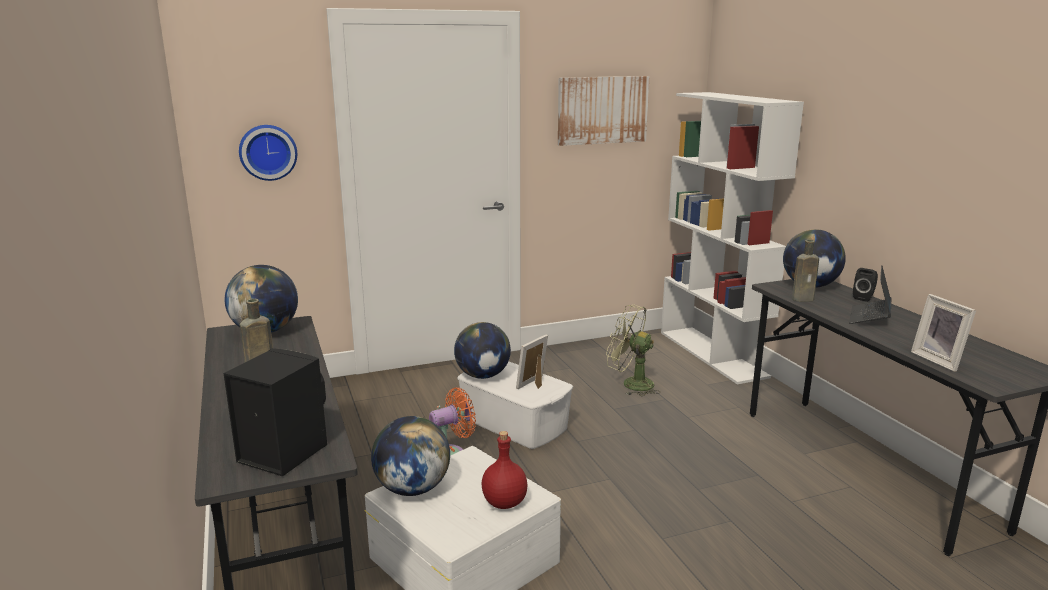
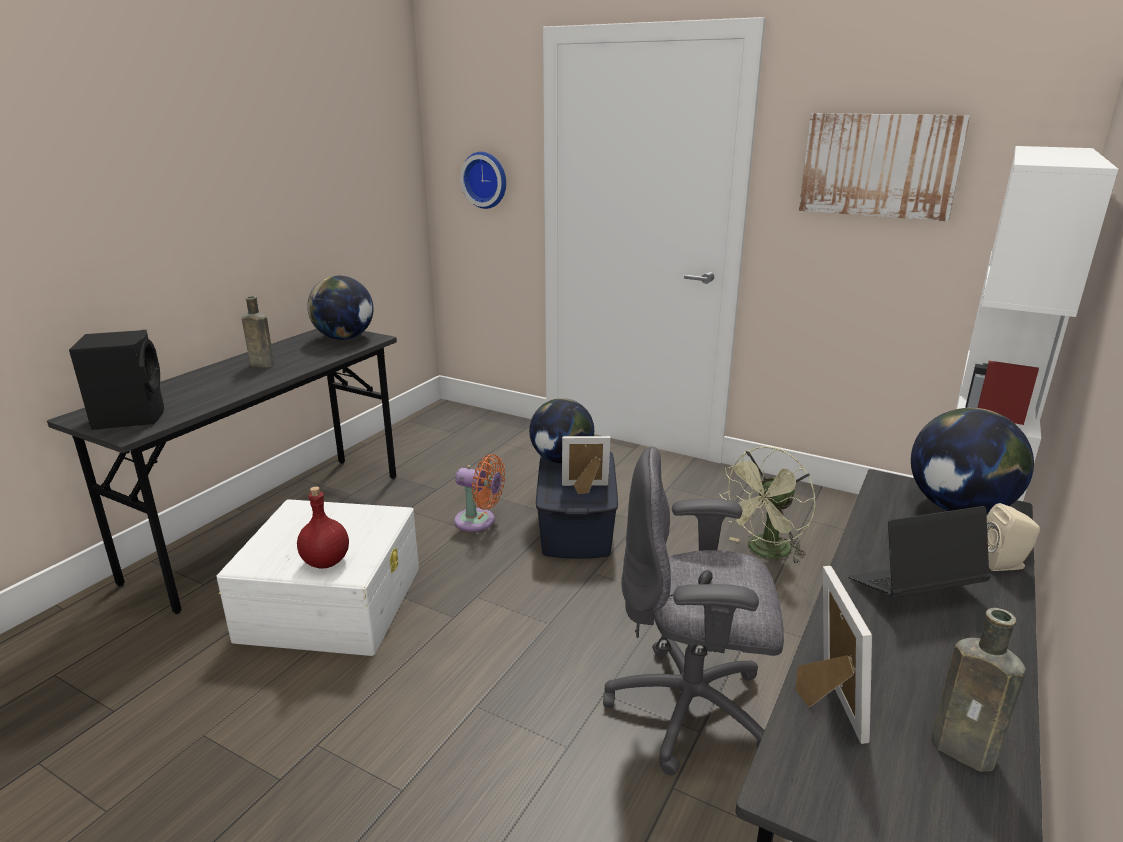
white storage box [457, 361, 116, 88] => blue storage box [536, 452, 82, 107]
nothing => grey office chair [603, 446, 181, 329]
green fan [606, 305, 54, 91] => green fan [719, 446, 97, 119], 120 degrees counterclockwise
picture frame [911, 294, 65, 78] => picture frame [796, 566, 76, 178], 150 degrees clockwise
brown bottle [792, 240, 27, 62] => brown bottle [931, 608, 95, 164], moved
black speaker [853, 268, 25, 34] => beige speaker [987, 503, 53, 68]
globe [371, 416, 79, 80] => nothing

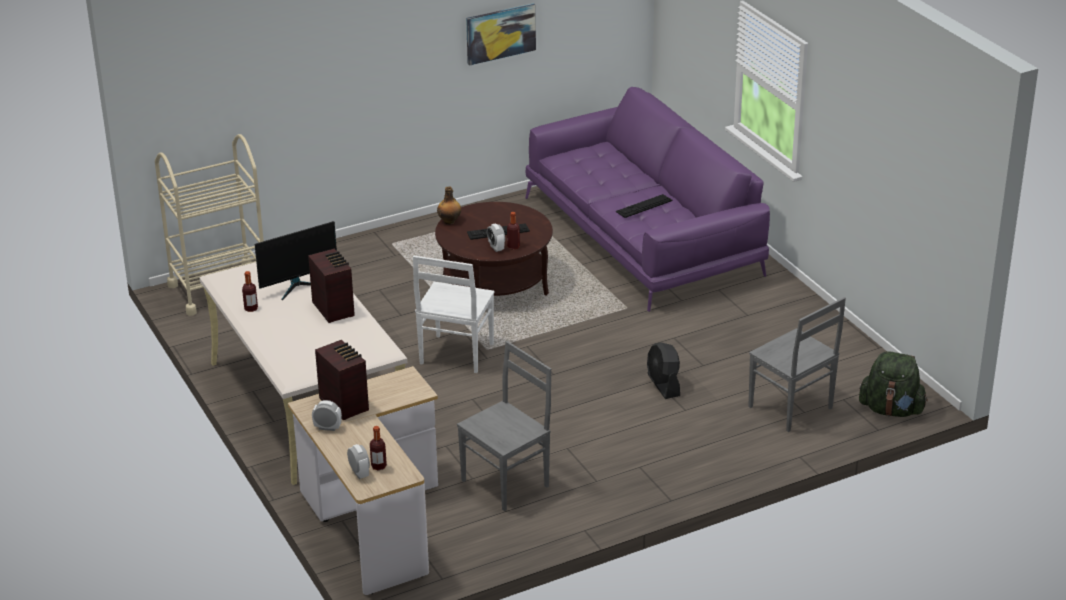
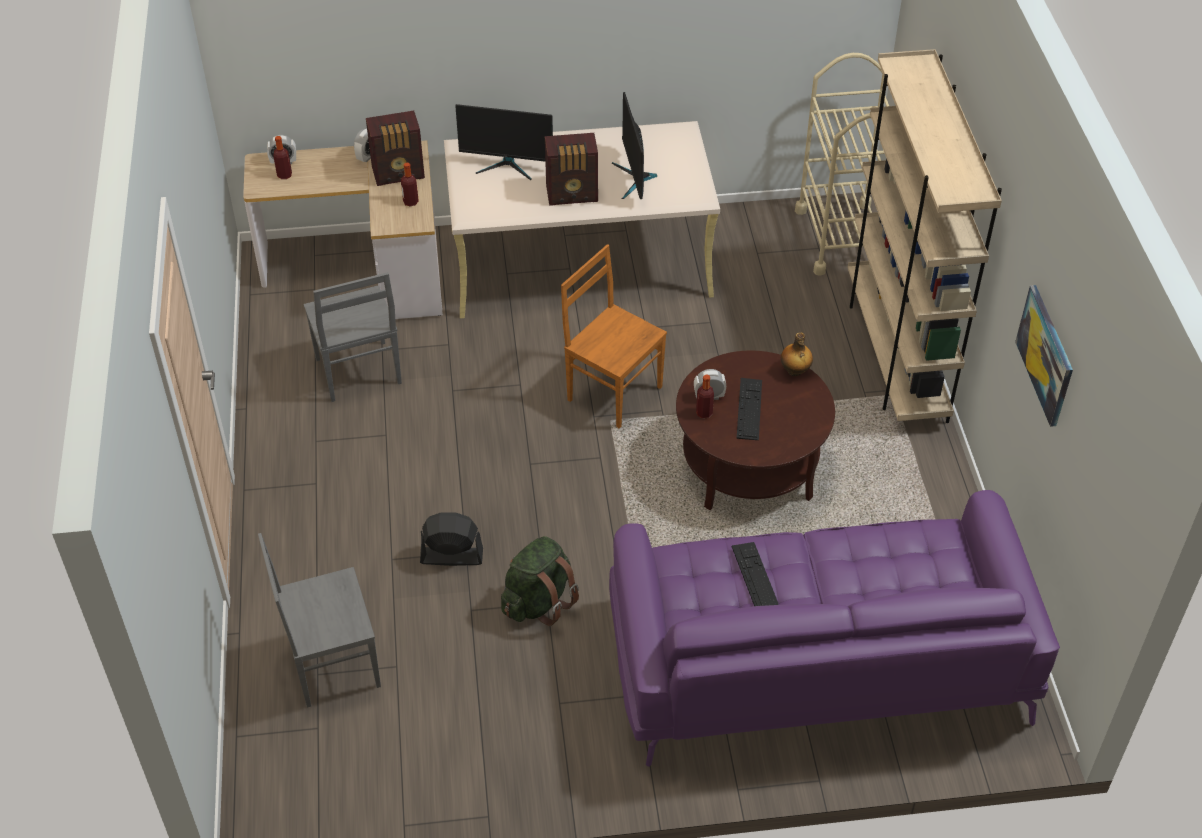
bottle [242, 271, 16, 41] => bottle [401, 163, 18, 44], moved
nothing => monitor [455, 104, 98, 76]
green backpack [859, 351, 69, 66] => green backpack [501, 536, 78, 90], moved
white chair [413, 256, 81, 117] => brown chair [561, 244, 106, 184]
nothing => beige bookcase [847, 49, 155, 374]

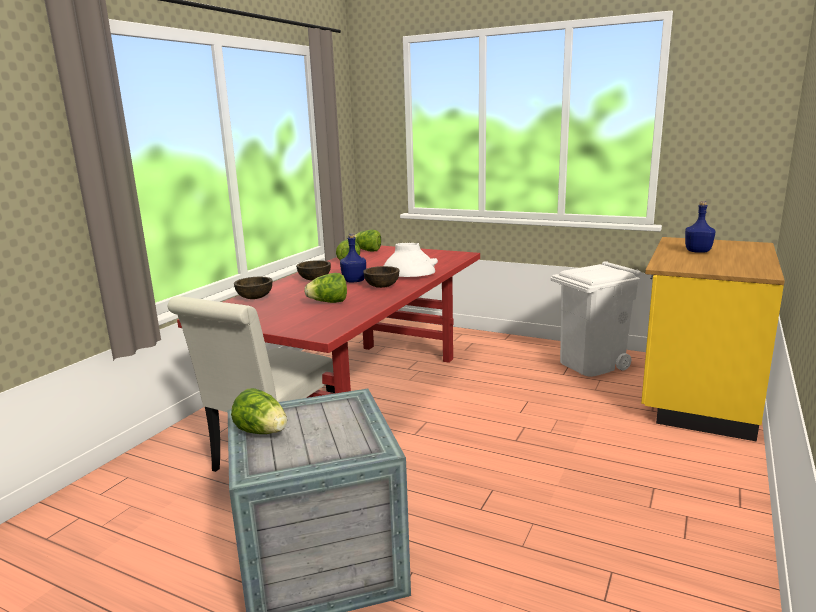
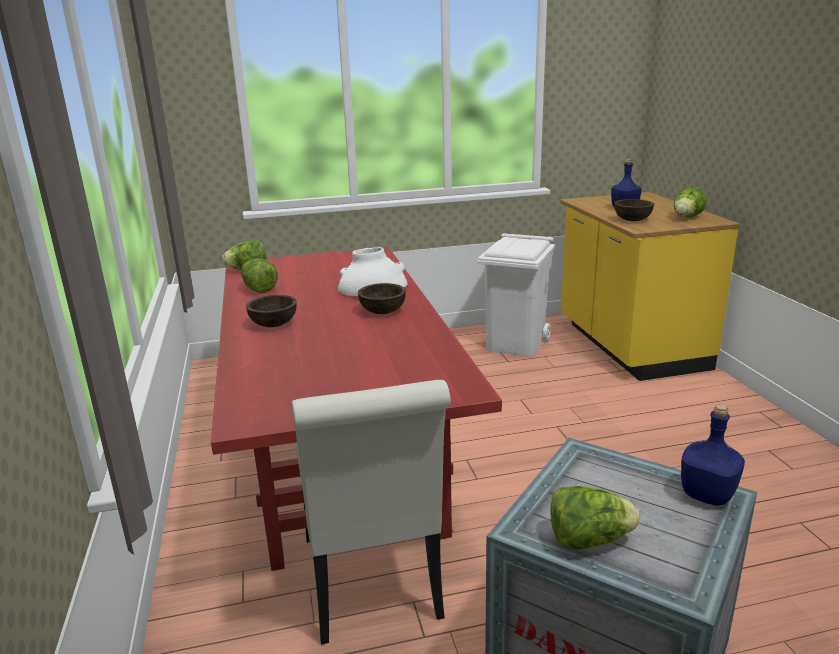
brown bowl [234, 277, 38, 22] => brown bowl [614, 199, 40, 22], moved
lettuce [304, 273, 43, 30] => lettuce [674, 188, 33, 30], moved
blue bottle [340, 233, 26, 49] => blue bottle [681, 405, 64, 101], moved

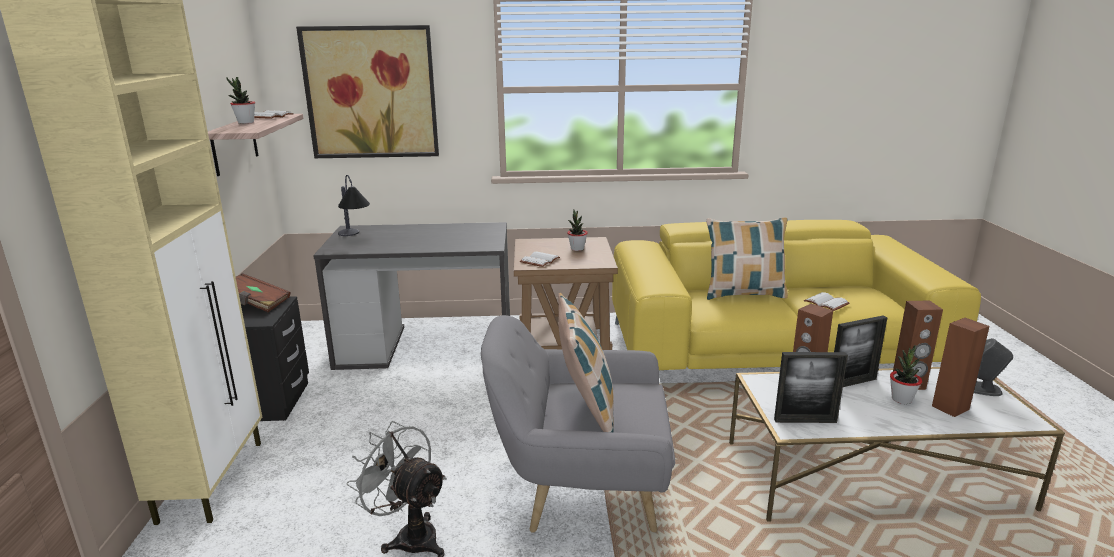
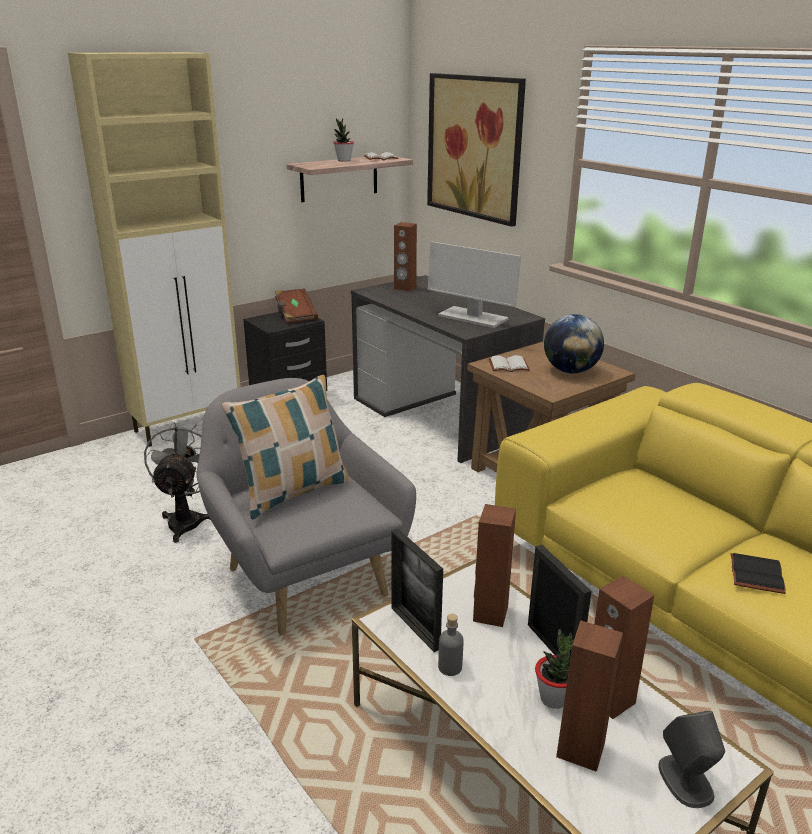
table lamp [338, 175, 32, 61] => brown speaker [394, 222, 23, 69]
nothing => monitor [428, 242, 93, 86]
nothing => grey bottle [438, 614, 26, 62]
picture frame [834, 316, 53, 71] => picture frame [528, 545, 64, 113], 150 degrees counterclockwise
potted plant [567, 210, 21, 41] => globe [544, 314, 60, 60]
white book [804, 292, 46, 19] => black book [730, 553, 56, 41]
pillow [706, 218, 82, 82] => nothing

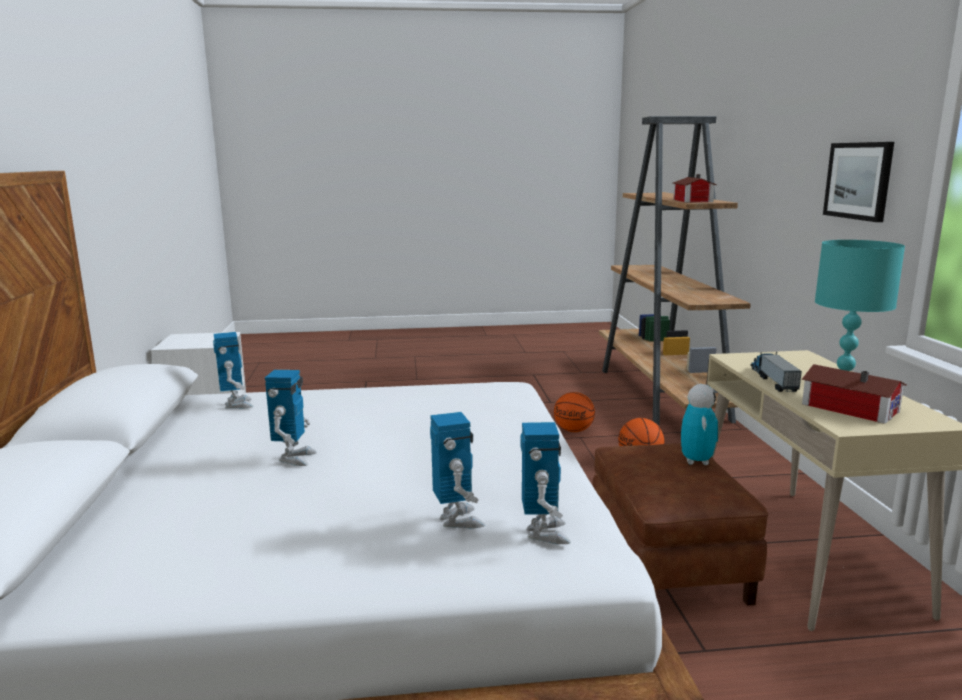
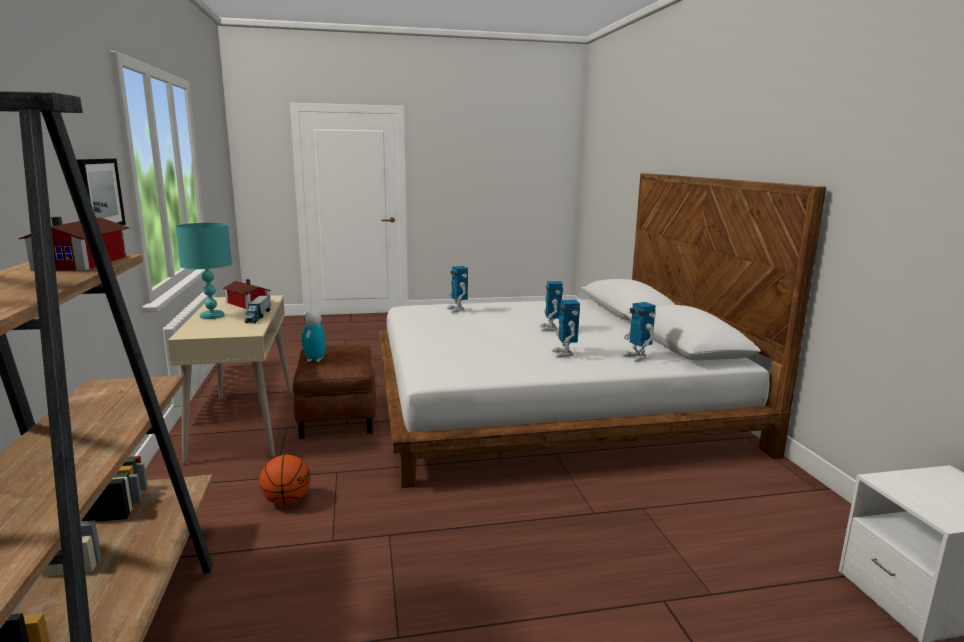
toy robot [520, 422, 51, 122] => toy robot [552, 300, 28, 58], moved
basketball [554, 392, 41, 40] => nothing

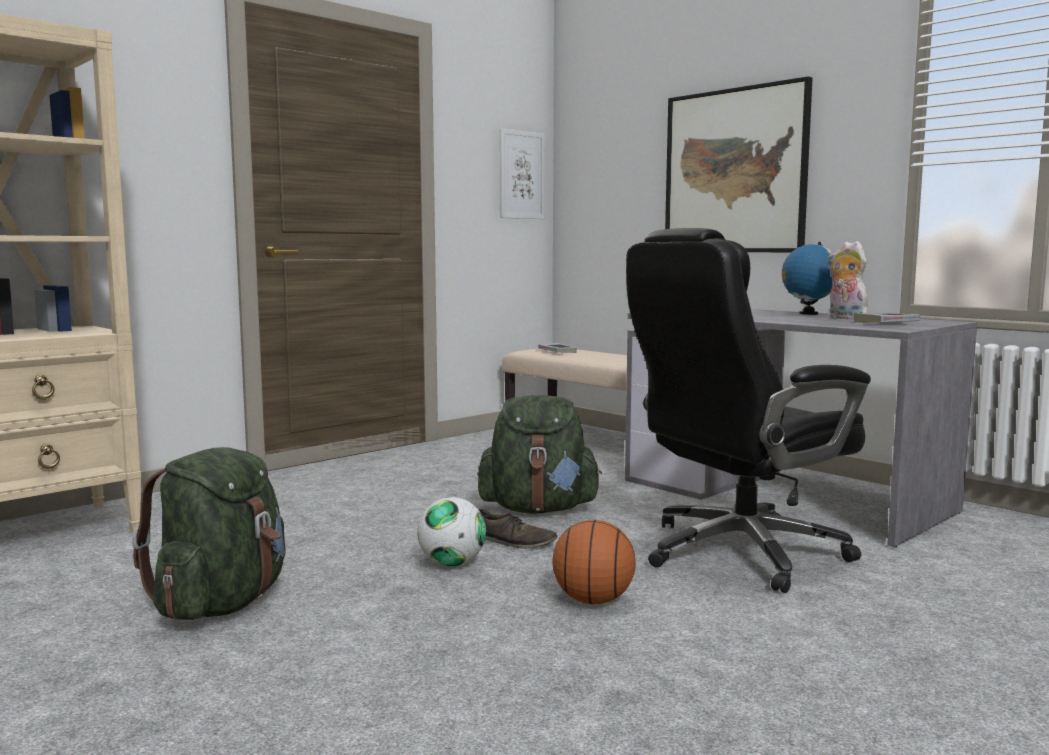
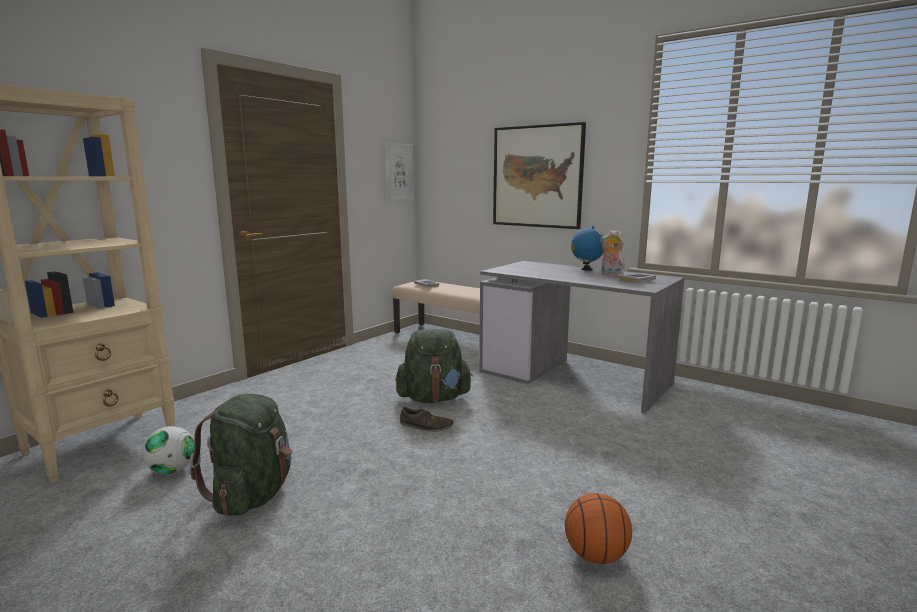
football [418, 497, 68, 70] => football [142, 426, 52, 48], moved
basketball [552, 520, 84, 84] => basketball [565, 493, 67, 71], moved
black office chair [626, 228, 245, 365] => nothing

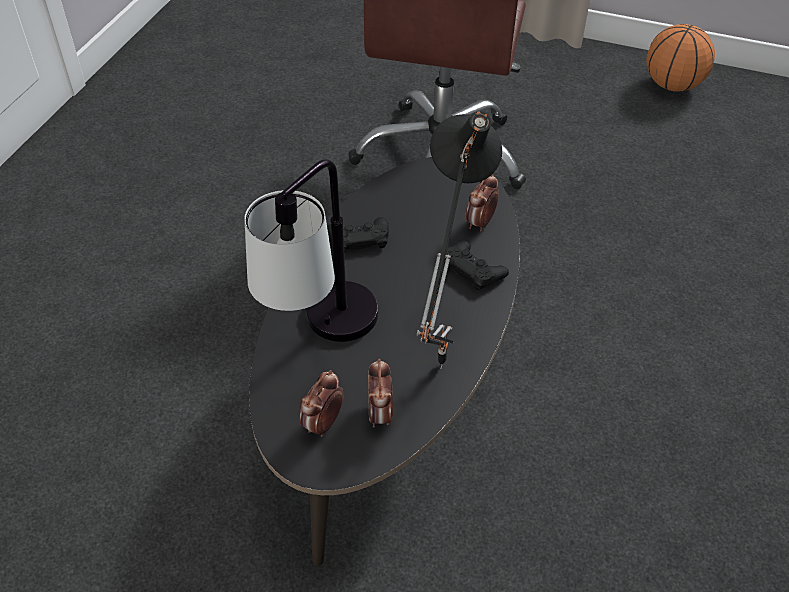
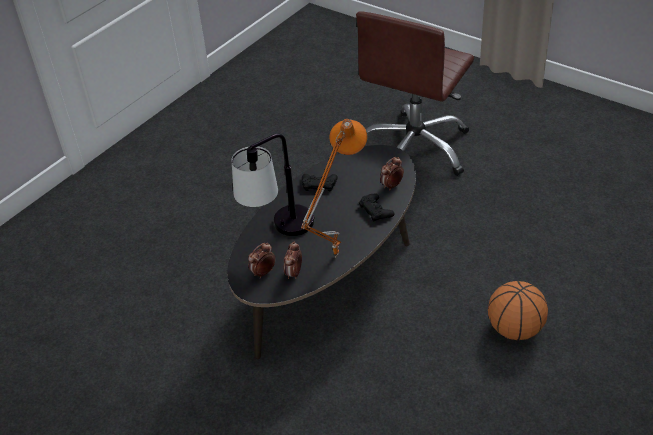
black table lamp [417, 111, 85, 257] => orange table lamp [301, 119, 66, 139]
basketball [646, 24, 69, 67] => basketball [488, 281, 60, 59], moved

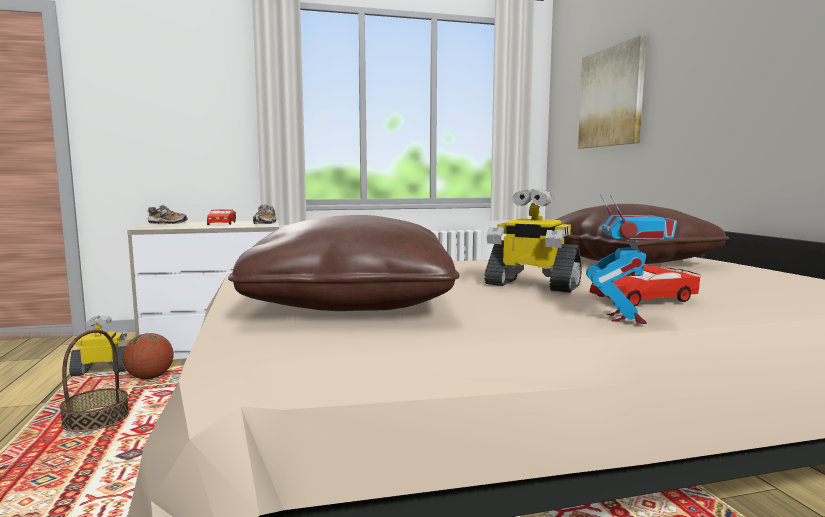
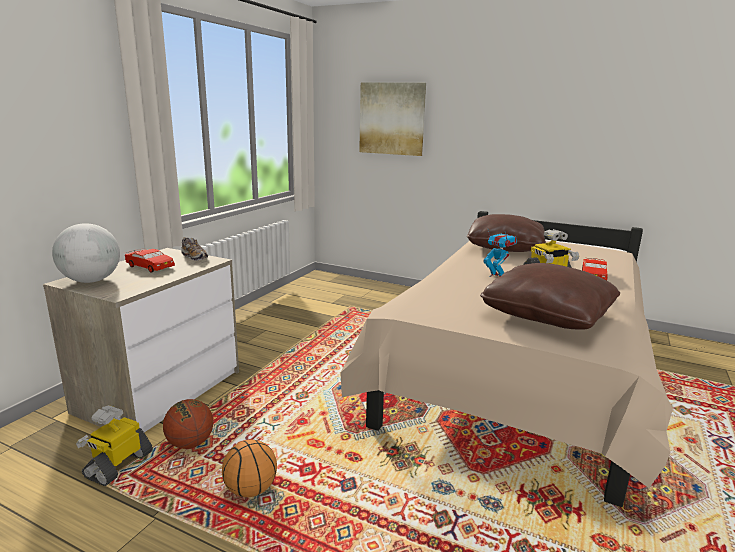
shoe [148, 205, 40, 19] => globe [52, 223, 68, 60]
basket [60, 329, 69, 103] => basketball [222, 440, 55, 57]
toy robot [586, 194, 91, 130] => toy robot [483, 227, 34, 50], moved

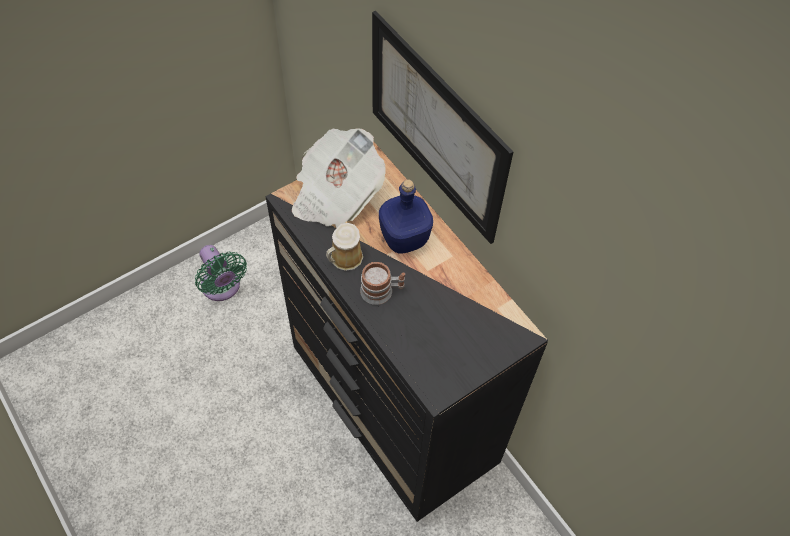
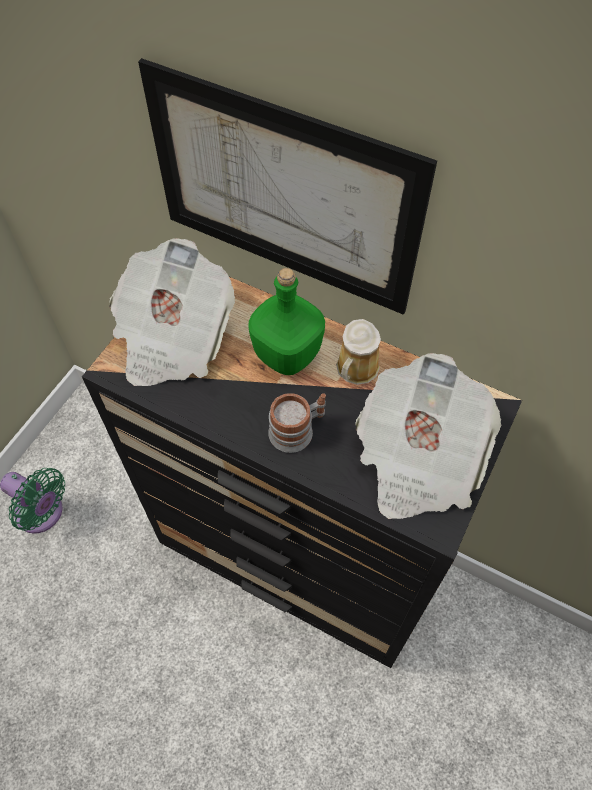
blue bottle [379, 179, 54, 75] => green bottle [248, 268, 77, 107]
mug [326, 223, 37, 48] => mug [336, 319, 45, 66], moved
nothing => newspaper [355, 353, 146, 166]

